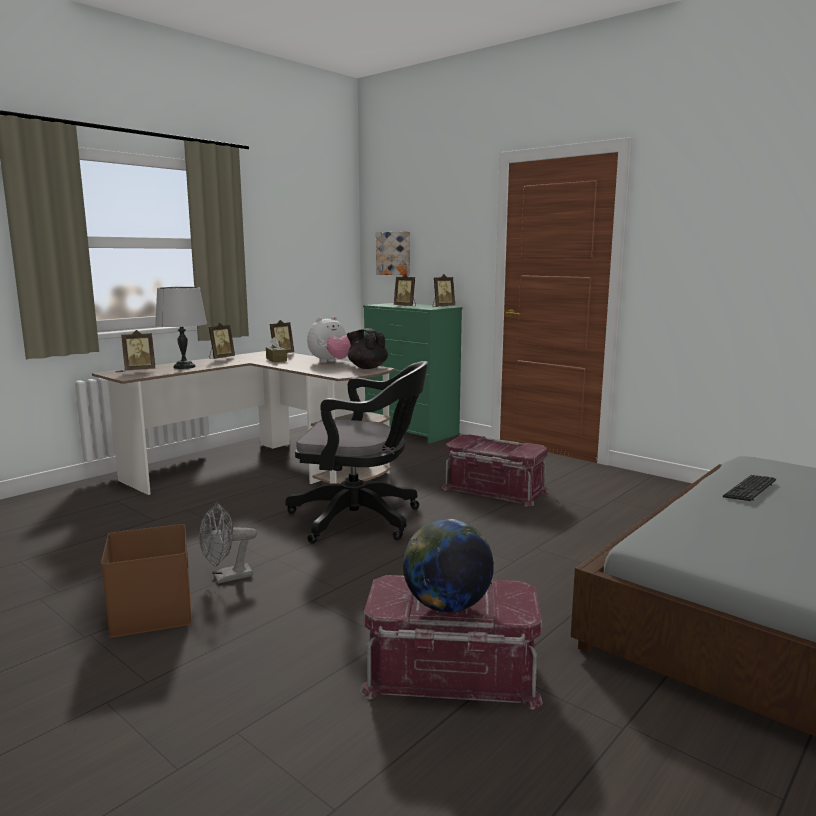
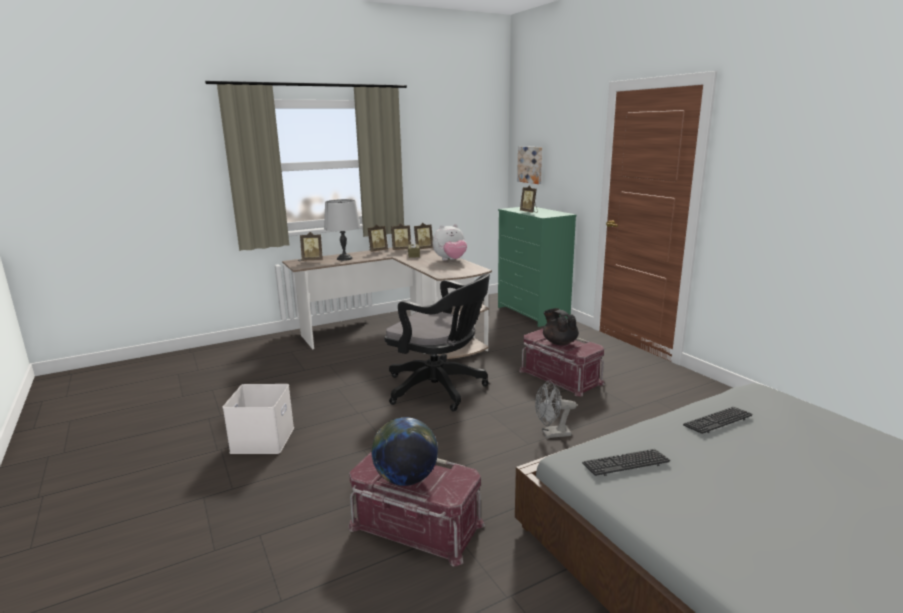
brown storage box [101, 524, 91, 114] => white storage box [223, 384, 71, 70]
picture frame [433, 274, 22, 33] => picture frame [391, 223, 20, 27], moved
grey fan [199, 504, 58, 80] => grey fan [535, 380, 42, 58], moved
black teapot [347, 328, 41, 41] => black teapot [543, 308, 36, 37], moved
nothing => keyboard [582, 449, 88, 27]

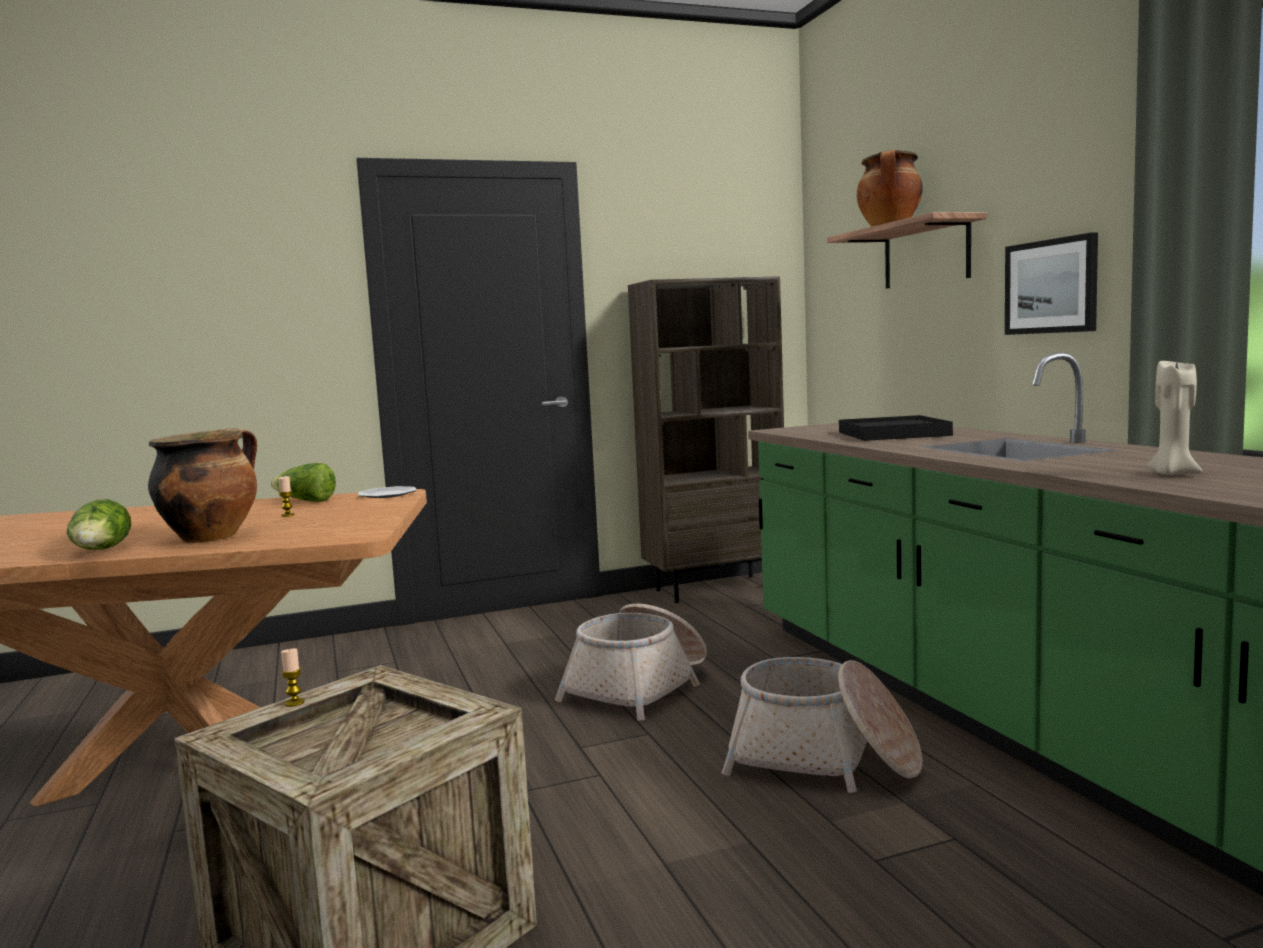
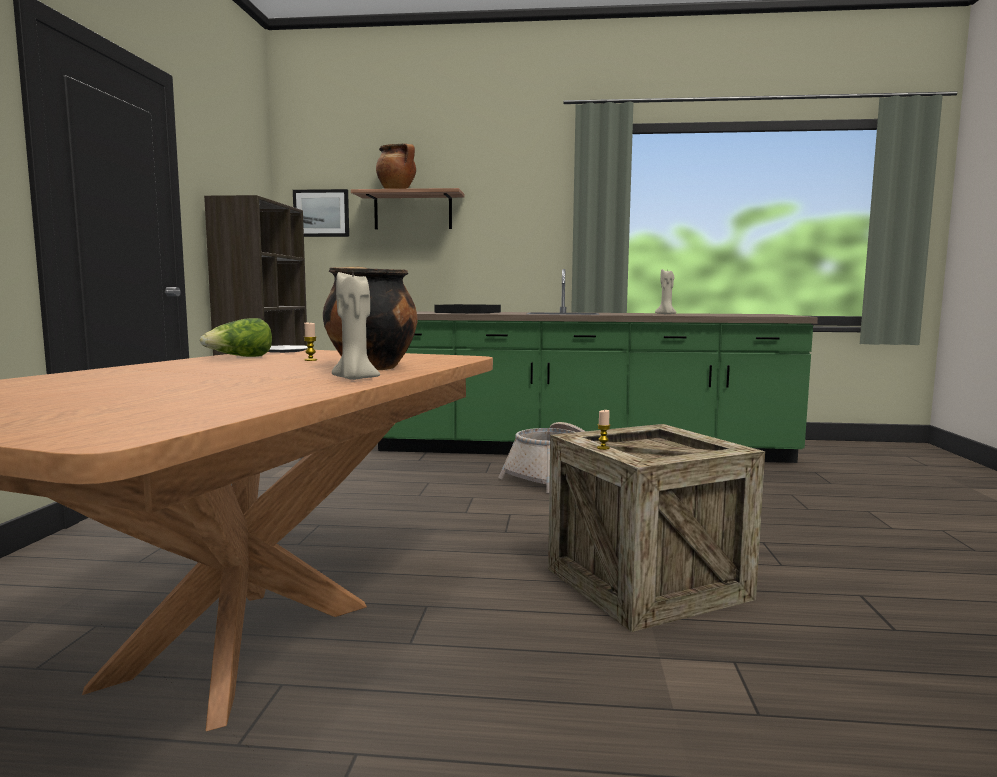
picture [1005, 232, 93, 103] => picture [293, 189, 56, 48], moved
lettuce [67, 499, 64, 51] => beige candle [332, 272, 48, 108]
basket [555, 604, 152, 117] => nothing

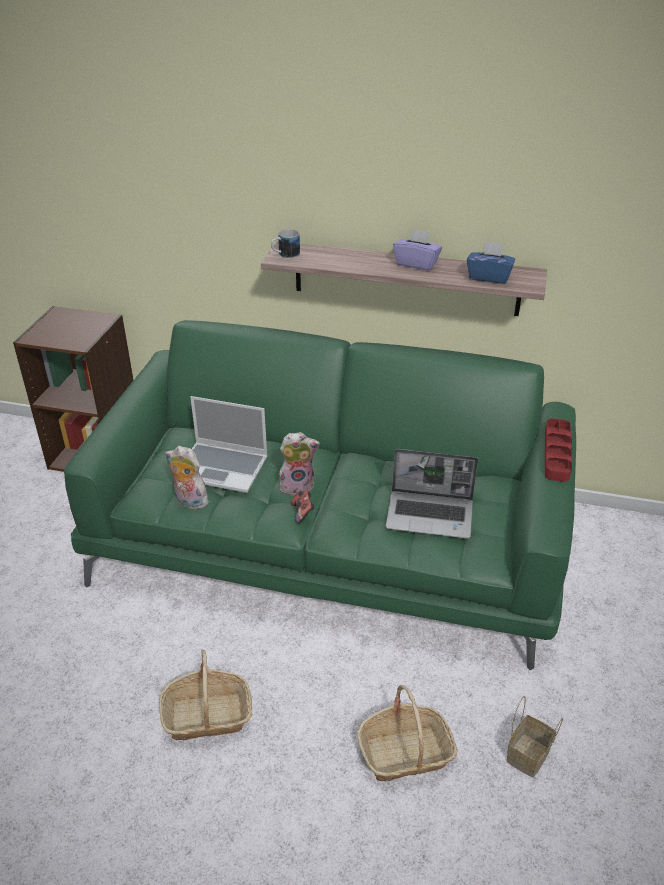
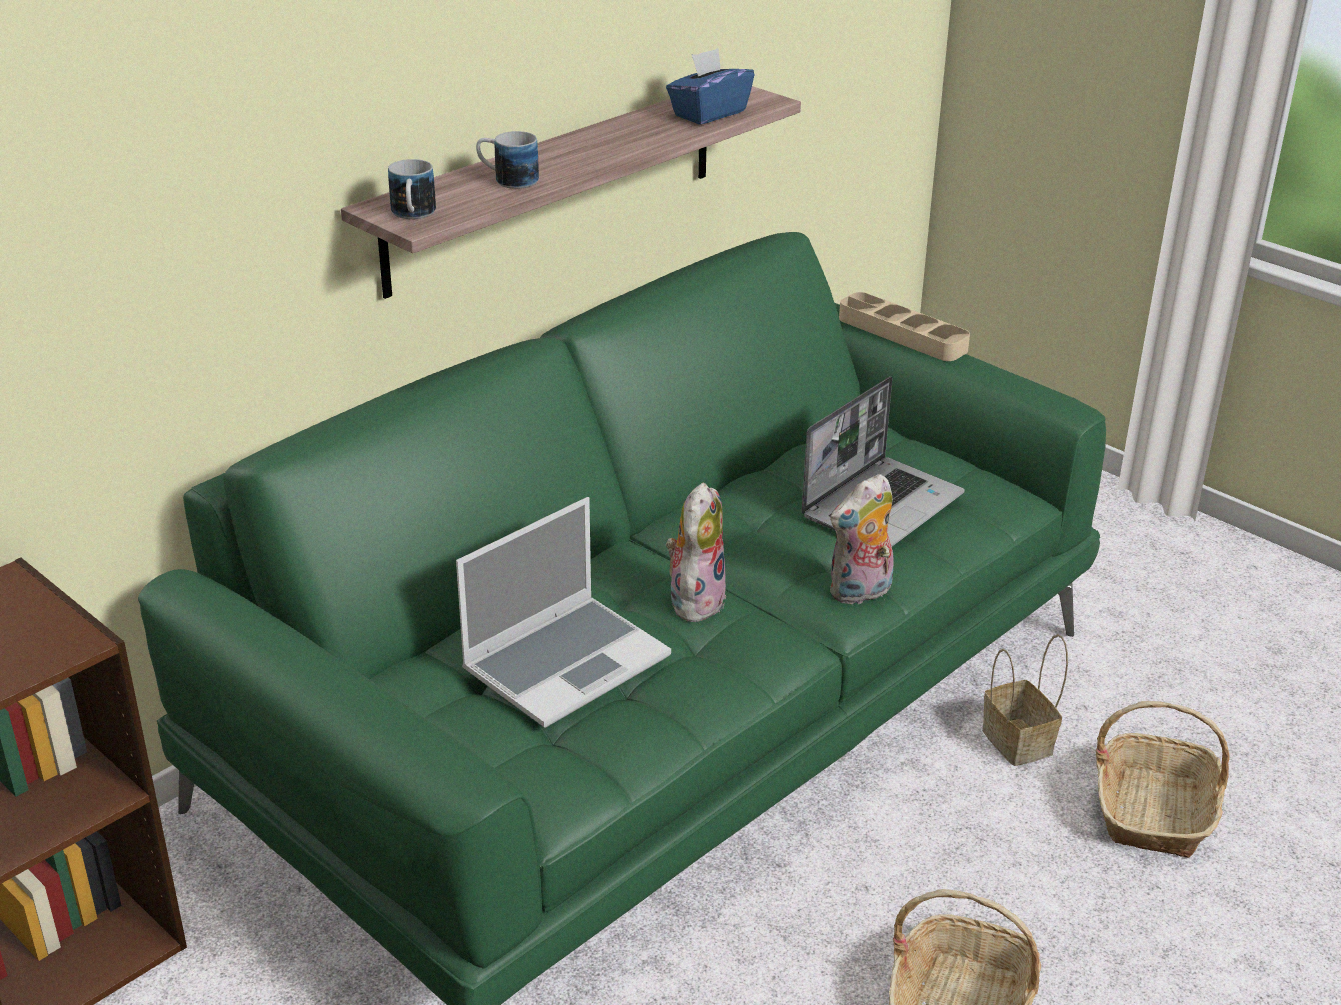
nothing => mug [476, 131, 63, 58]
plush toy [165, 446, 44, 64] => plush toy [830, 474, 64, 130], moved
red tray [545, 419, 27, 63] => beige tray [839, 292, 131, 69]
basket [506, 696, 57, 81] => basket [982, 634, 86, 132], moved
game controller [291, 490, 24, 33] => nothing
purple tissue box [393, 229, 49, 42] => nothing

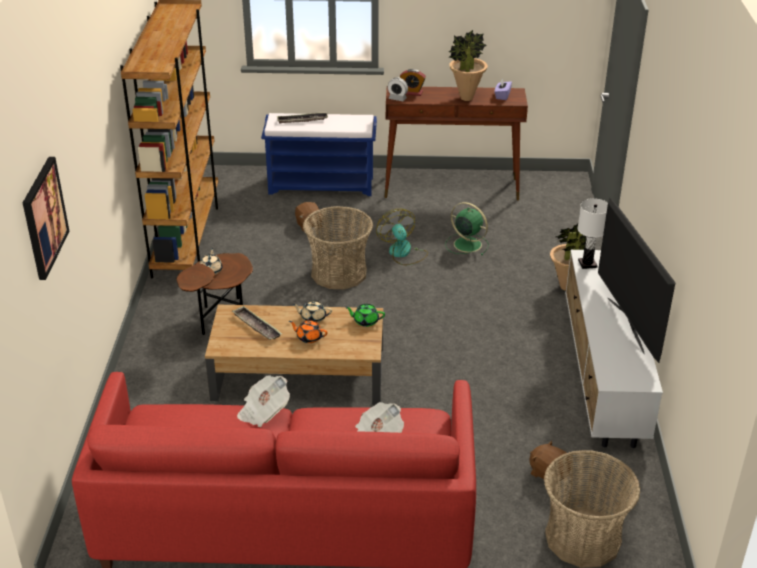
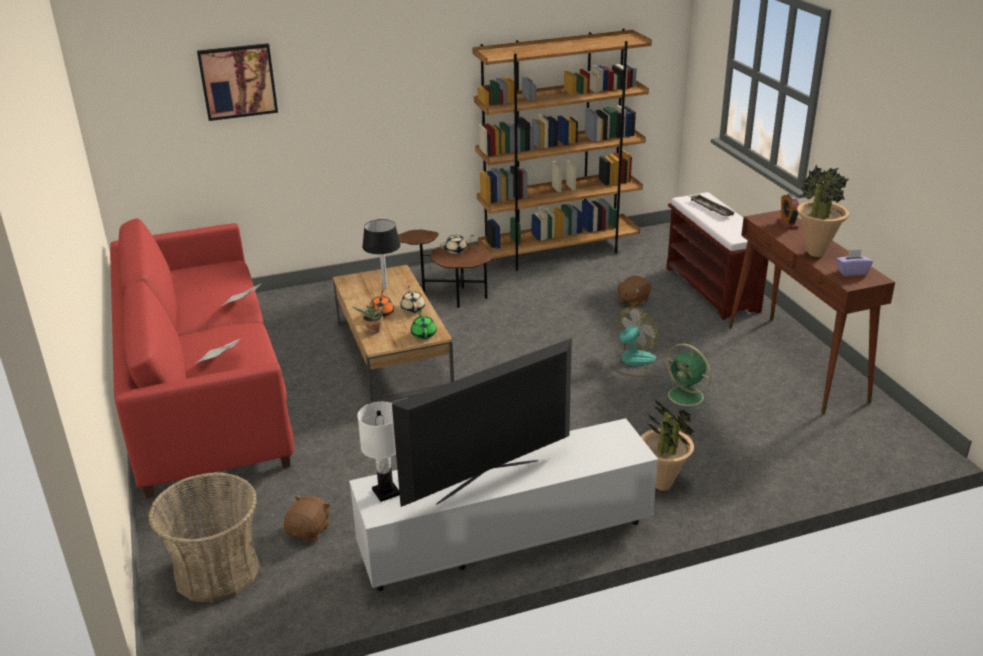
nothing => potted plant [353, 302, 32, 32]
white table lamp [577, 198, 31, 71] => white table lamp [357, 402, 43, 100], moved
tray [232, 306, 50, 34] => black table lamp [362, 219, 39, 70]
green fan [445, 202, 44, 53] => green fan [660, 343, 54, 69], 120 degrees clockwise
blue bench [261, 113, 116, 83] => brown bench [666, 192, 103, 128]
basket [303, 206, 70, 83] => nothing
alarm clock [388, 77, 20, 24] => nothing

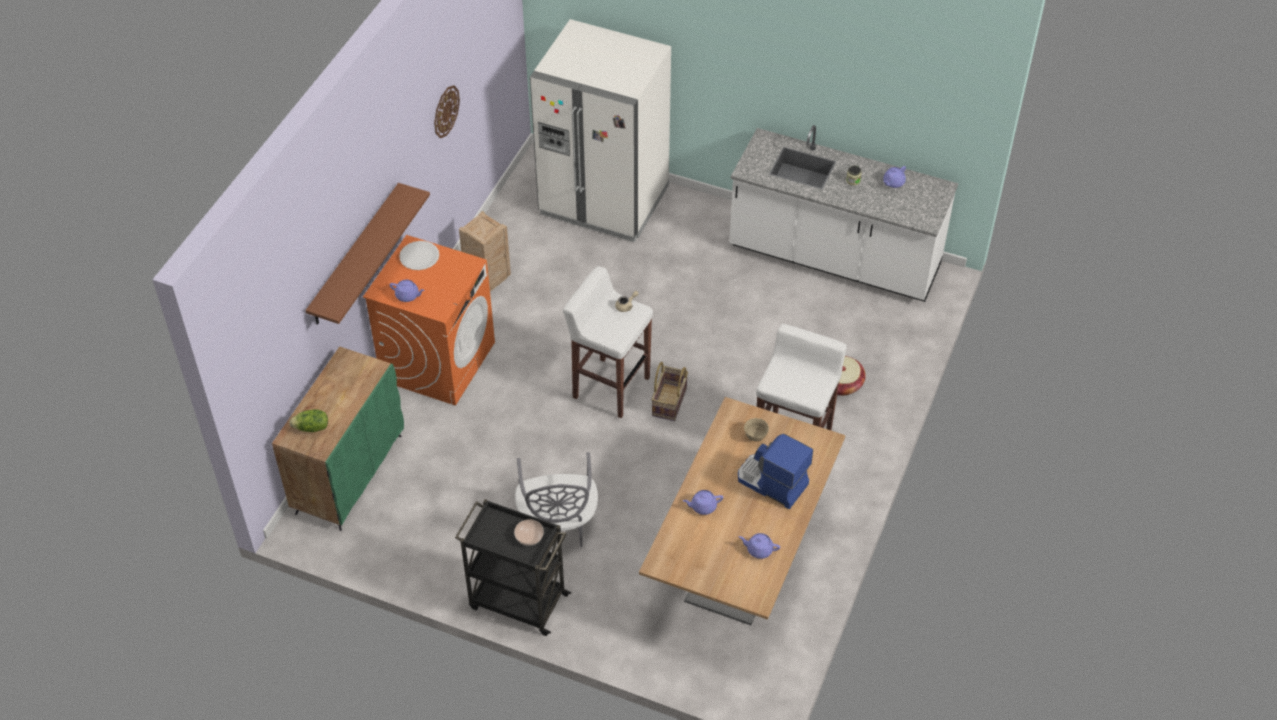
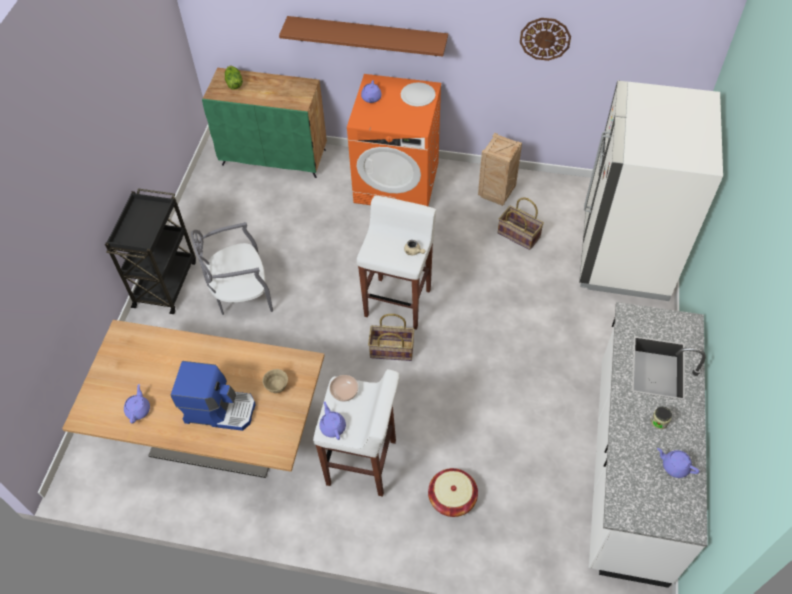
coffee machine [738, 434, 75, 75] => coffee machine [171, 361, 85, 70], 75 degrees clockwise
purple teapot [683, 490, 40, 25] => purple teapot [319, 401, 27, 39], moved
bowl [514, 519, 30, 27] => bowl [330, 375, 28, 27], moved
nothing => basket [498, 198, 46, 52]

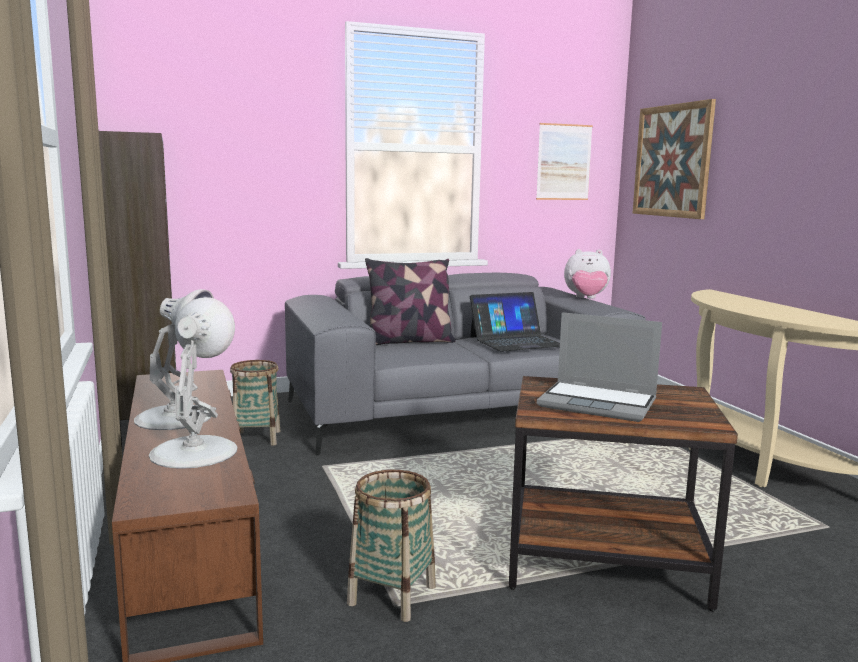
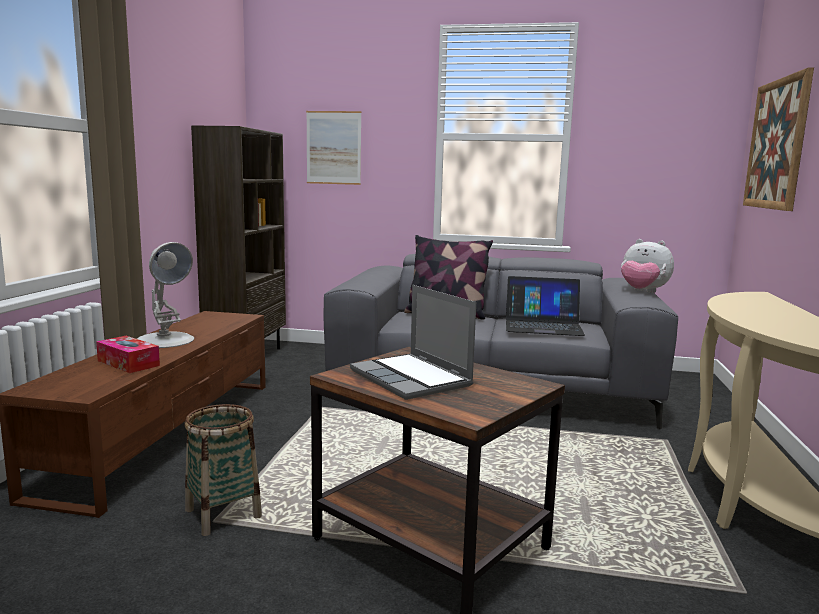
white table lamp [149, 297, 89, 172] => tissue box [96, 336, 64, 37]
picture [536, 123, 57, 77] => picture [306, 111, 55, 74], moved
basket [230, 360, 50, 86] => nothing

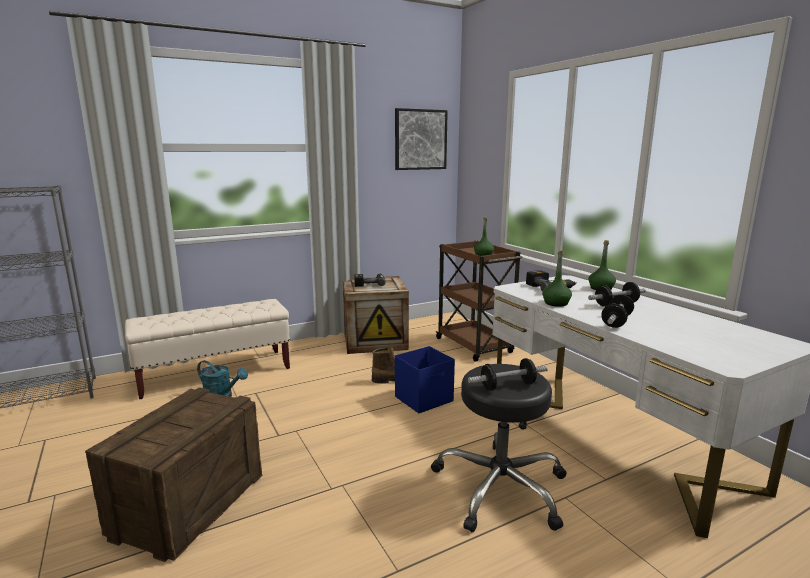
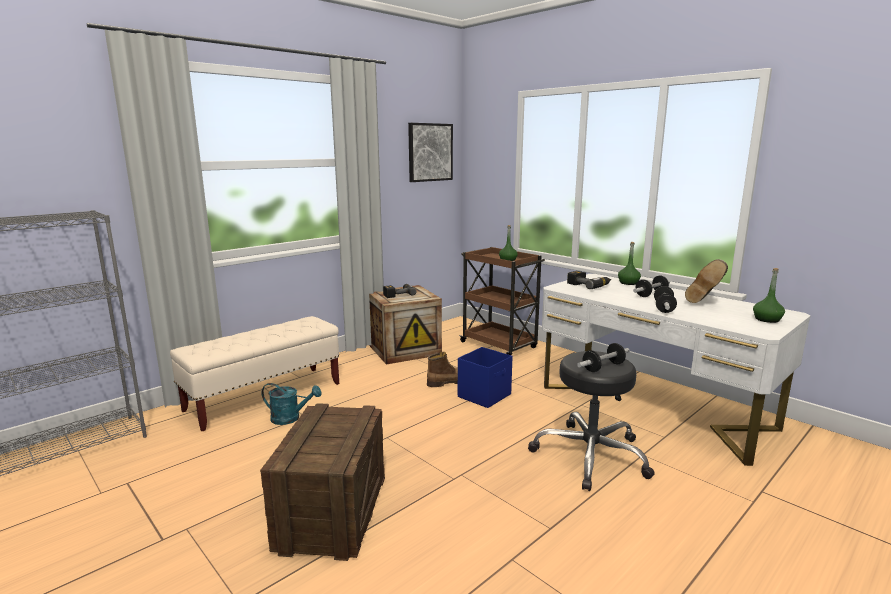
nothing => brown boot [685, 259, 43, 44]
green bottle [542, 250, 30, 57] => green bottle [753, 268, 32, 55], moved

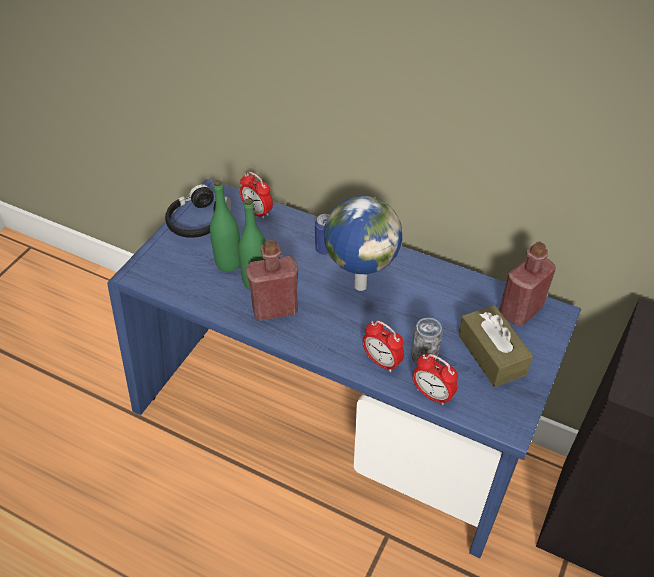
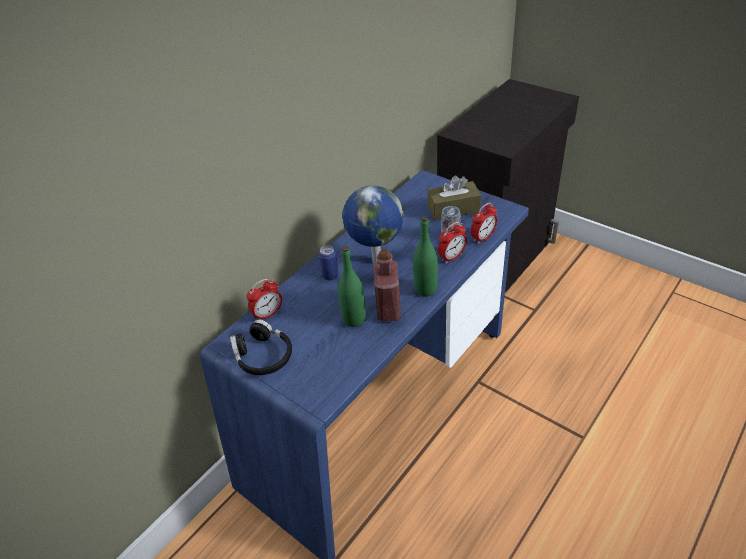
green bottle [210, 180, 30, 92] => green bottle [413, 216, 25, 80], moved
red bottle [499, 242, 57, 85] => nothing

